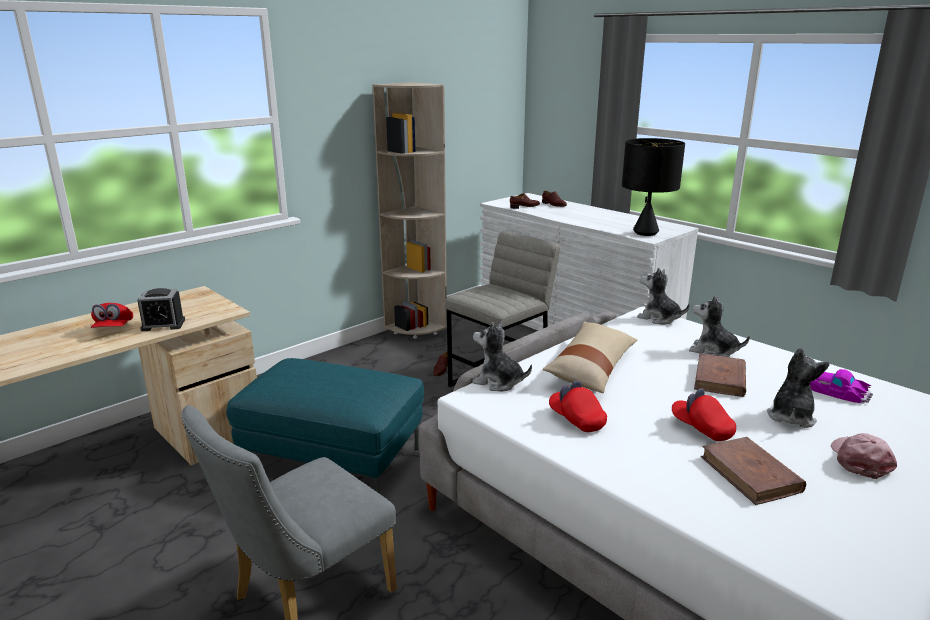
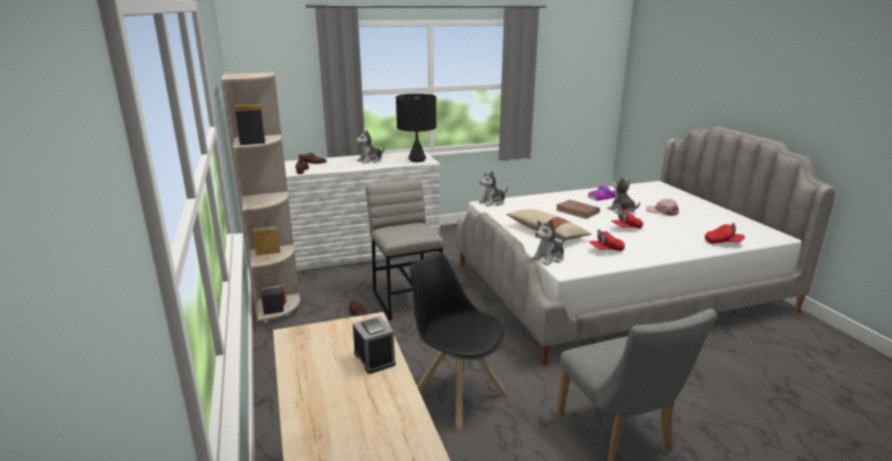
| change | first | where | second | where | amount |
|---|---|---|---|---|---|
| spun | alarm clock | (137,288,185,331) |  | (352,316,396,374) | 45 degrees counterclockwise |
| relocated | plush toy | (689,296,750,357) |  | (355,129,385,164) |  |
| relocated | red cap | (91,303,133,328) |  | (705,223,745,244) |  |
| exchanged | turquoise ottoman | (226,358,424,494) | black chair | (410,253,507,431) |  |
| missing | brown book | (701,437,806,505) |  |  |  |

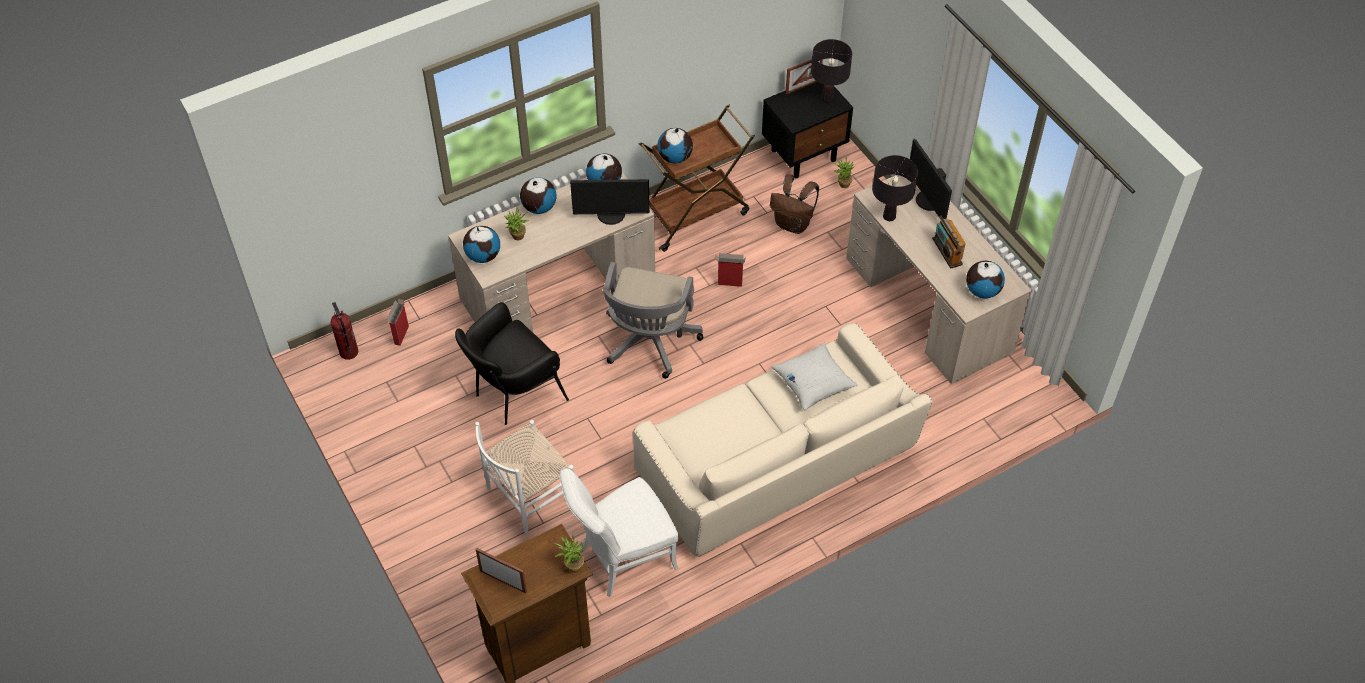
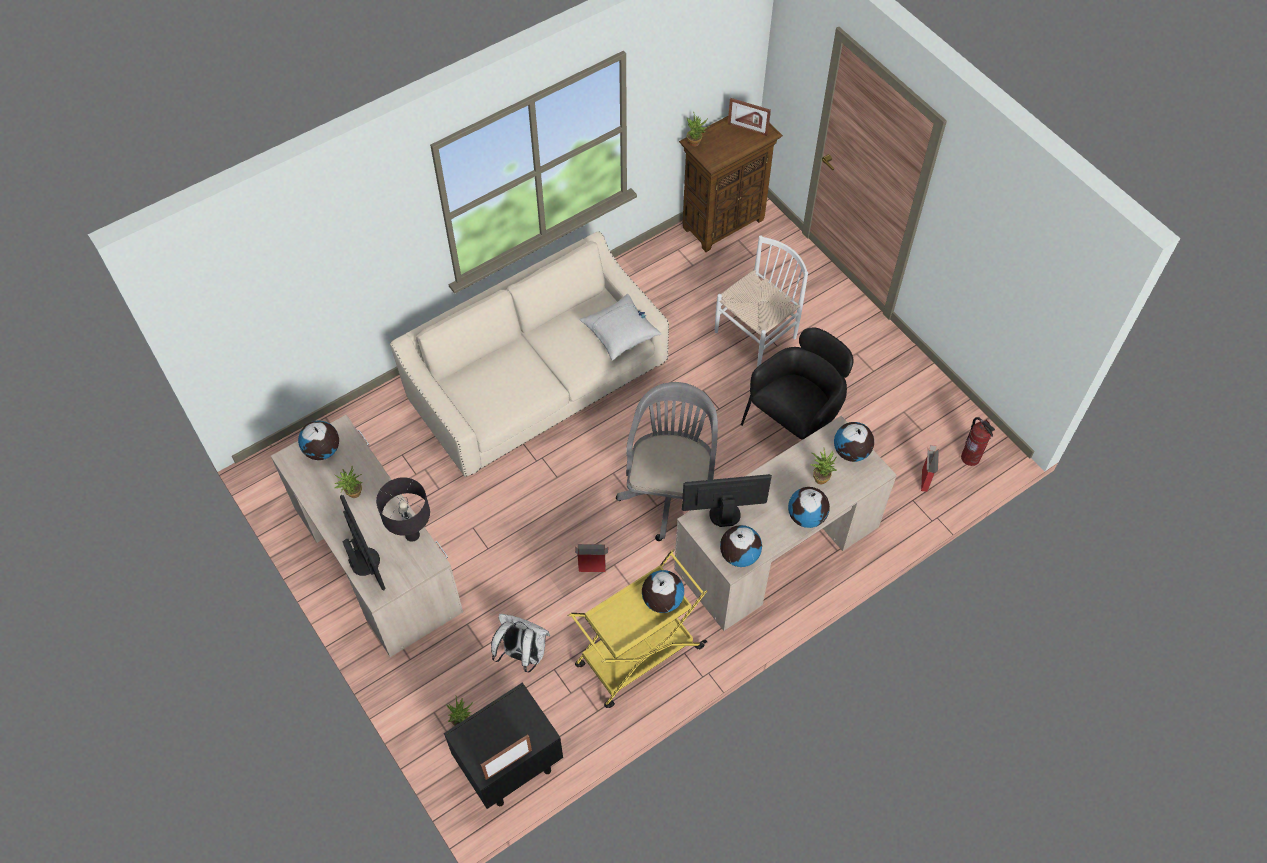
| change | first | where | second | where | amount |
|---|---|---|---|---|---|
| missing | black table lamp | (811,39,852,103) |  |  |  |
| colour | brown cart | (638,105,755,252) | yellow cart | (568,549,707,708) |  |
| colour | brown backpack | (770,174,819,234) | white backpack | (491,614,550,672) |  |
| exchanged | radio | (932,216,966,269) | potted plant | (334,465,363,498) |  |
| relocated | grey pillow | (771,343,858,410) |  | (580,294,661,361) |  |
| missing | white chair | (559,468,678,597) |  |  |  |

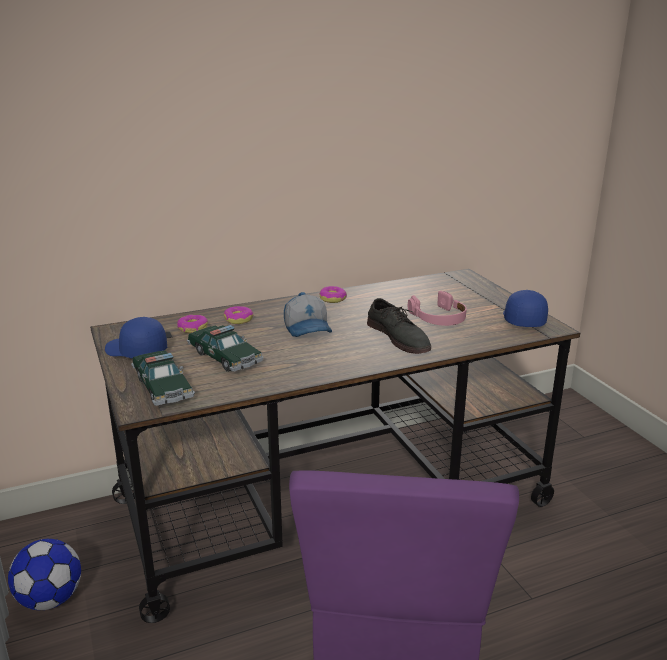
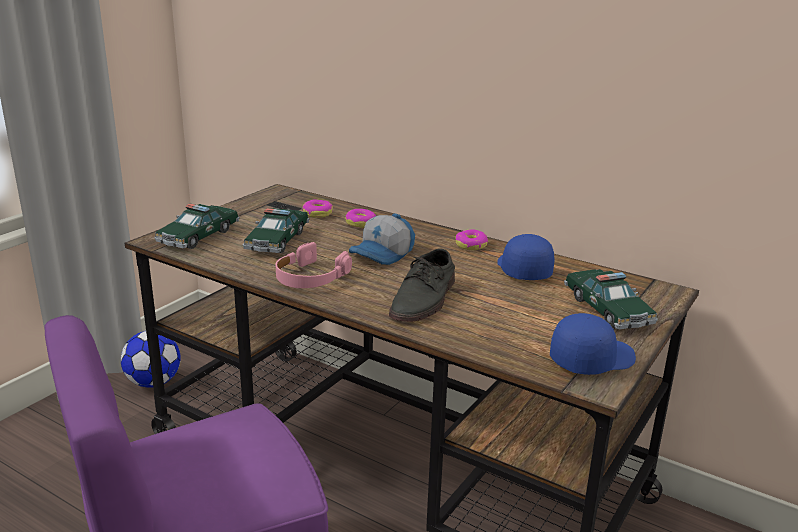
| change | first | where | second | where | amount |
|---|---|---|---|---|---|
| relocated | pink headphones | (408,291,467,326) |  | (276,242,352,288) |  |
| relocated | blue cap | (105,317,167,359) |  | (497,234,554,280) |  |
| appeared |  |  | toy car | (564,269,658,330) |  |

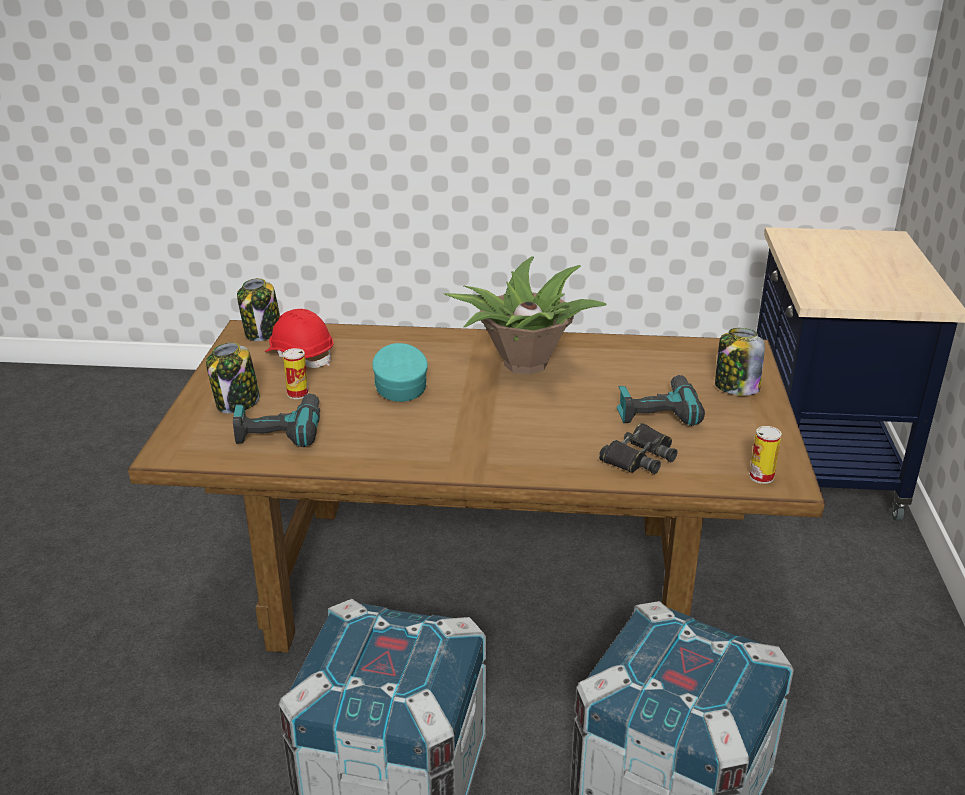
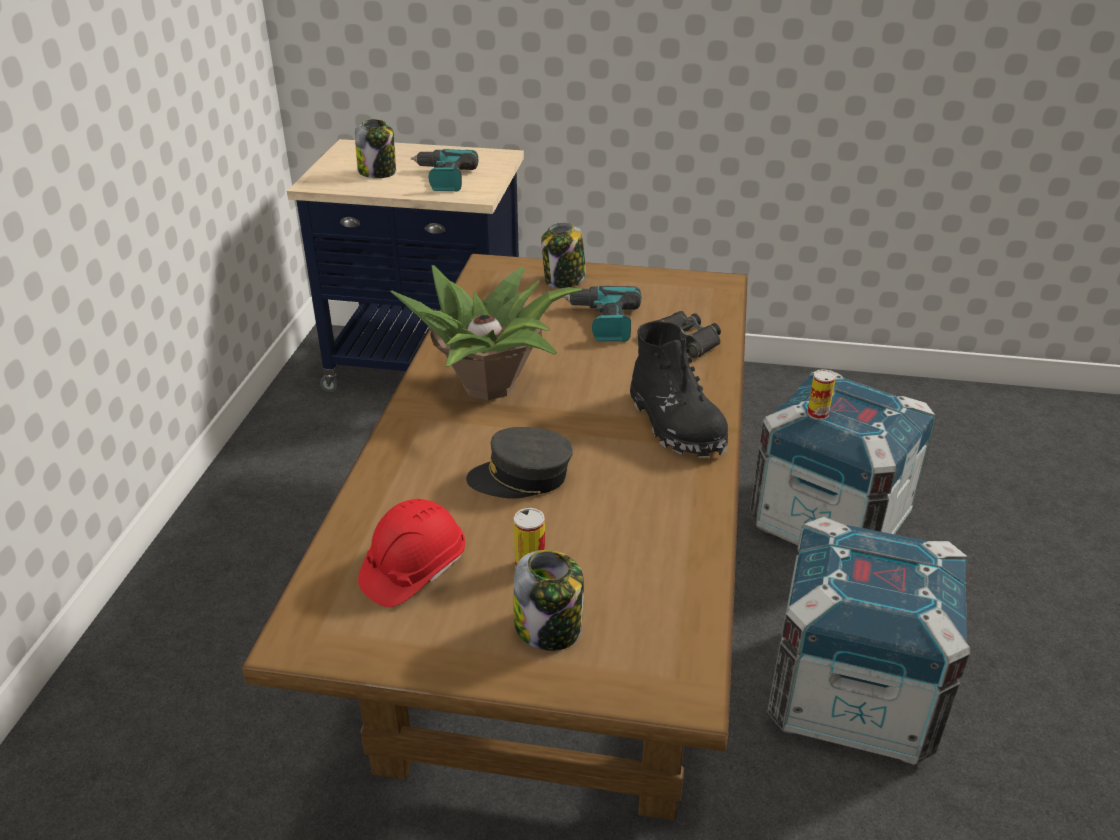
| change | first | where | second | where | amount |
|---|---|---|---|---|---|
| relocated | jar | (237,278,280,341) |  | (355,119,396,178) |  |
| colour | turquoise cap | (372,343,428,402) | grey cap | (466,427,573,499) |  |
| relocated | power drill | (233,394,320,447) |  | (411,149,478,192) |  |
| relocated | can | (749,426,782,484) |  | (807,369,836,420) |  |
| appeared |  |  | black boot | (630,321,728,458) |  |

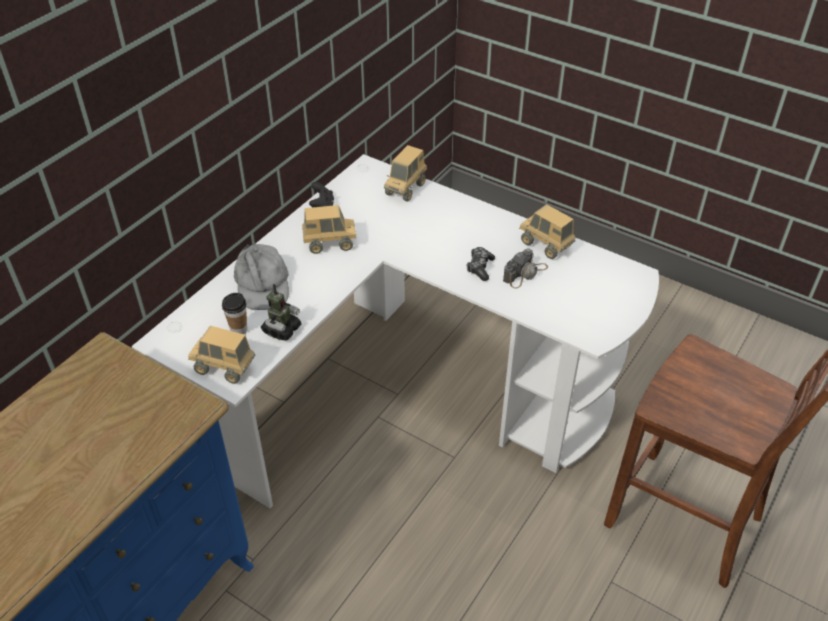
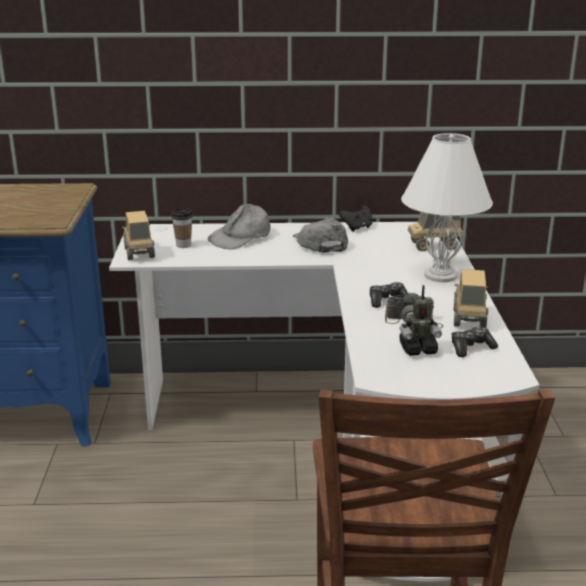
| change | first | where | second | where | amount |
|---|---|---|---|---|---|
| exchanged | toy truck | (302,205,356,254) | grey cap | (293,217,348,253) |  |
| relocated | toy robot | (261,284,301,340) |  | (399,285,442,356) |  |
| appeared |  |  | white table lamp | (401,133,493,282) |  |
| appeared |  |  | game controller | (451,326,498,357) |  |

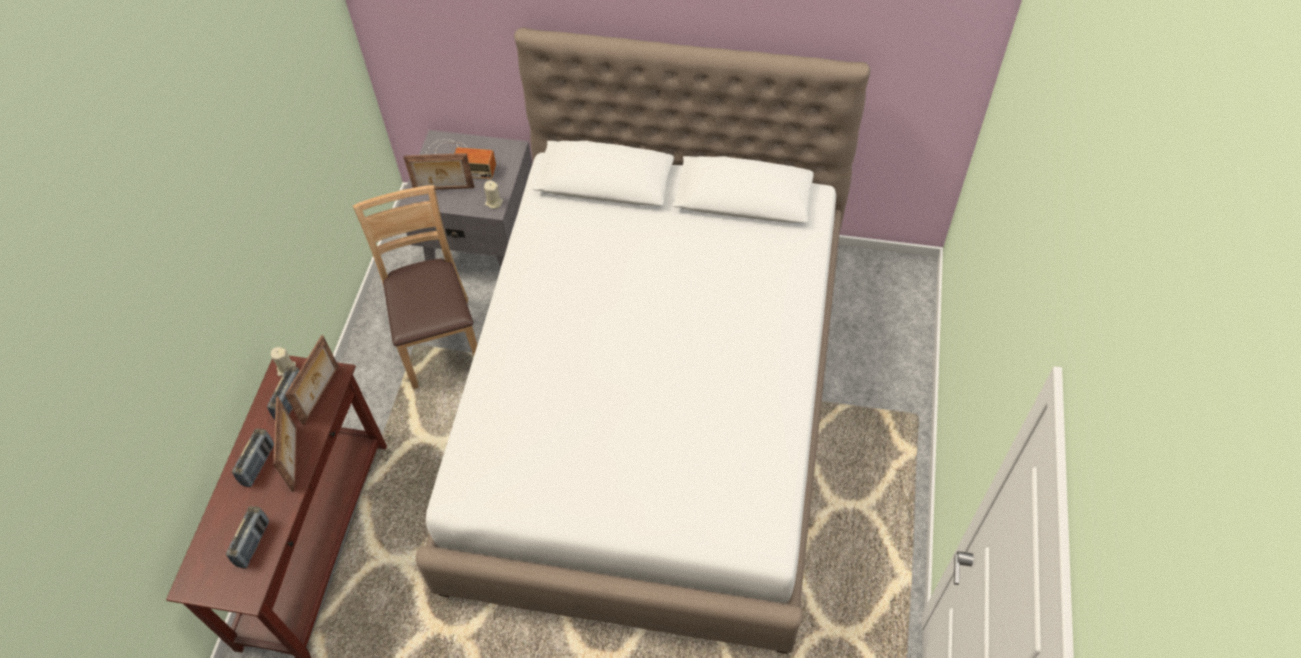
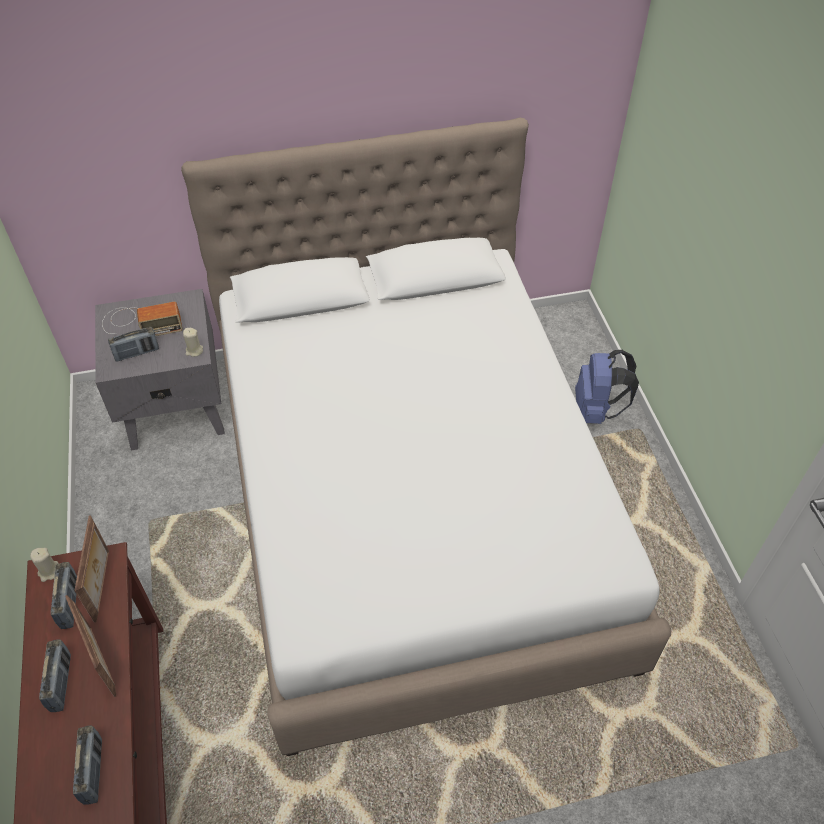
| change | first | where | second | where | amount |
|---|---|---|---|---|---|
| exchanged | picture frame | (403,153,475,190) | radio | (108,327,159,362) |  |
| missing | brown chair | (353,185,478,389) |  |  |  |
| appeared |  |  | blue backpack | (575,350,639,424) |  |

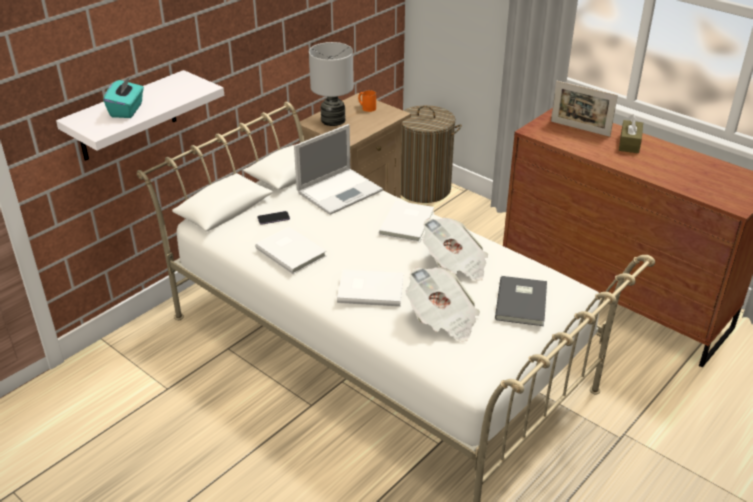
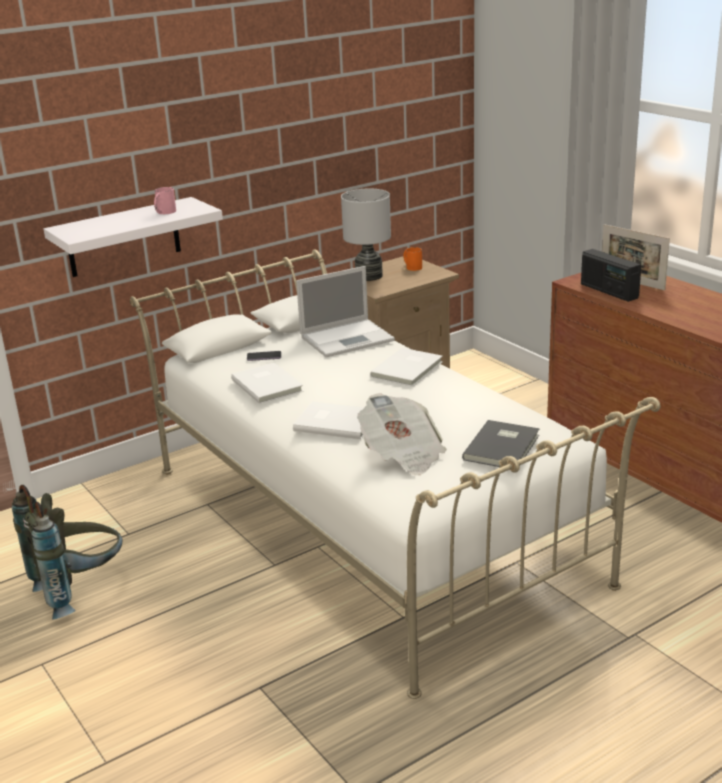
| change | first | where | second | where | amount |
|---|---|---|---|---|---|
| missing | turquoise tissue box | (103,76,144,118) |  |  |  |
| missing | laundry basket | (401,105,462,203) |  |  |  |
| missing | brown tissue box | (619,115,643,153) |  |  |  |
| missing | newspaper | (423,218,488,281) |  |  |  |
| appeared |  |  | pink mug | (154,187,176,214) |  |
| appeared |  |  | radio | (581,249,641,302) |  |
| appeared |  |  | grey backpack | (12,485,122,619) |  |

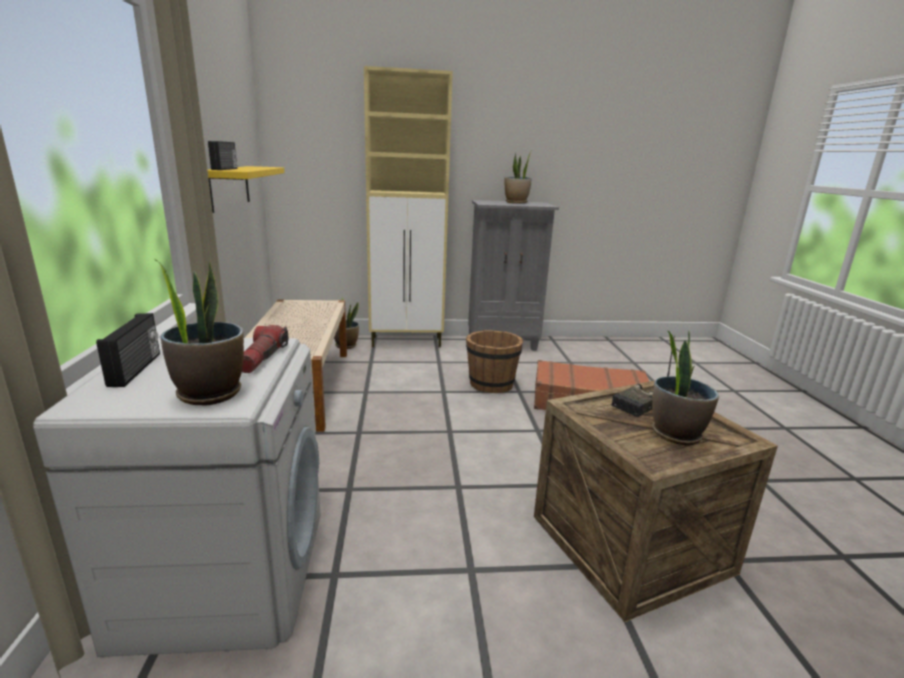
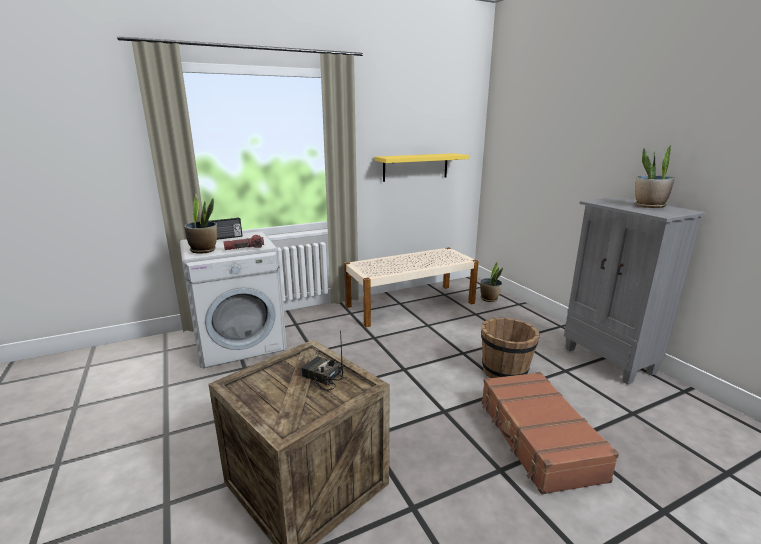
| change | first | where | second | where | amount |
|---|---|---|---|---|---|
| missing | beige cabinet | (364,66,453,348) |  |  |  |
| missing | radio | (208,141,237,170) |  |  |  |
| missing | potted plant | (652,330,719,446) |  |  |  |

